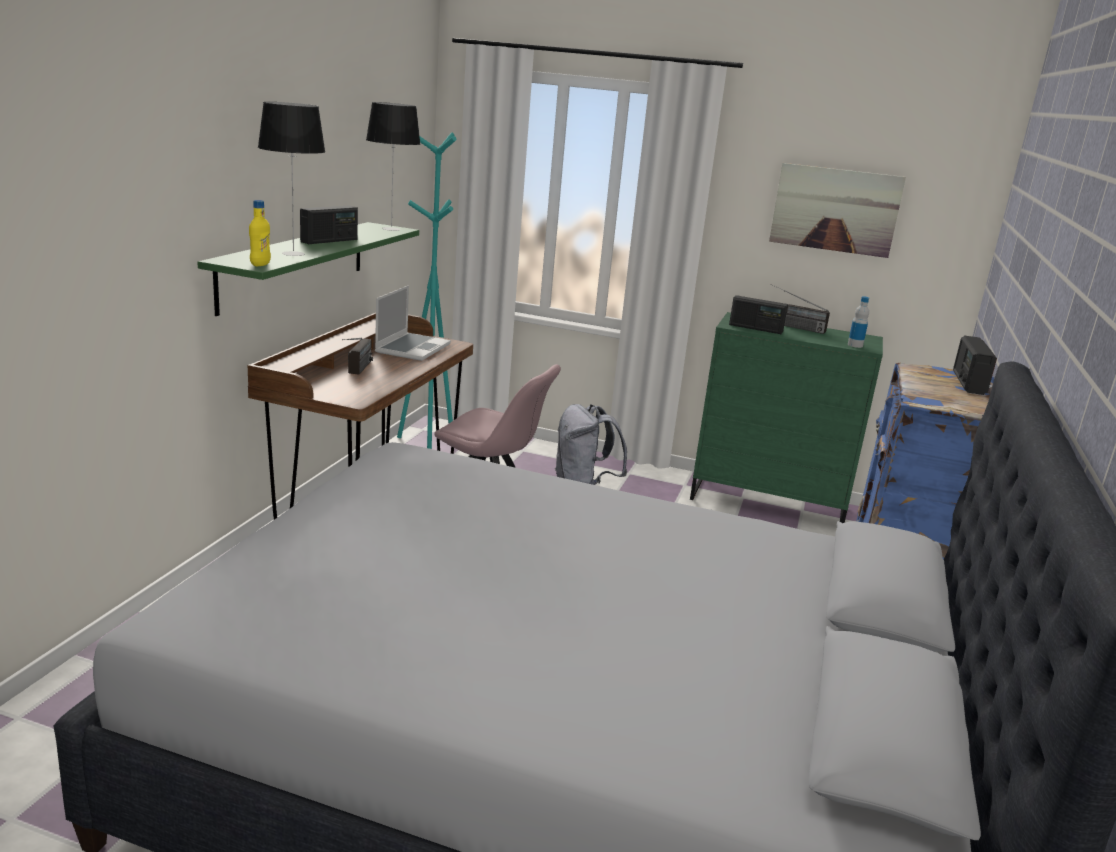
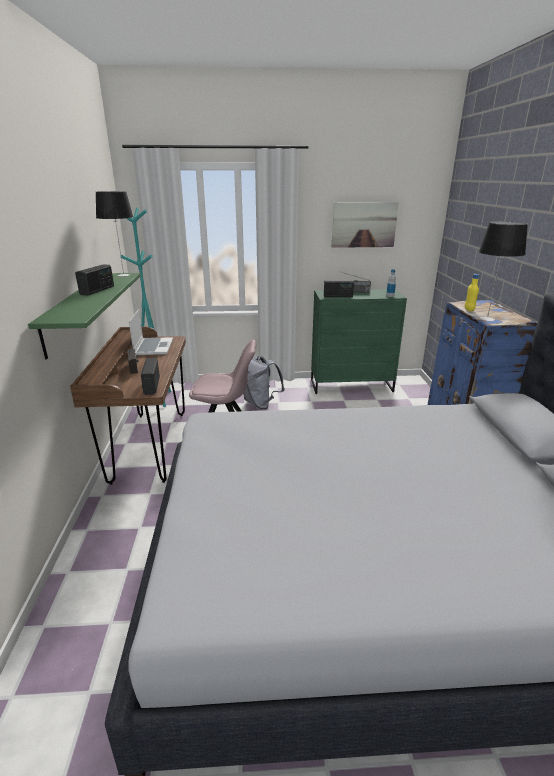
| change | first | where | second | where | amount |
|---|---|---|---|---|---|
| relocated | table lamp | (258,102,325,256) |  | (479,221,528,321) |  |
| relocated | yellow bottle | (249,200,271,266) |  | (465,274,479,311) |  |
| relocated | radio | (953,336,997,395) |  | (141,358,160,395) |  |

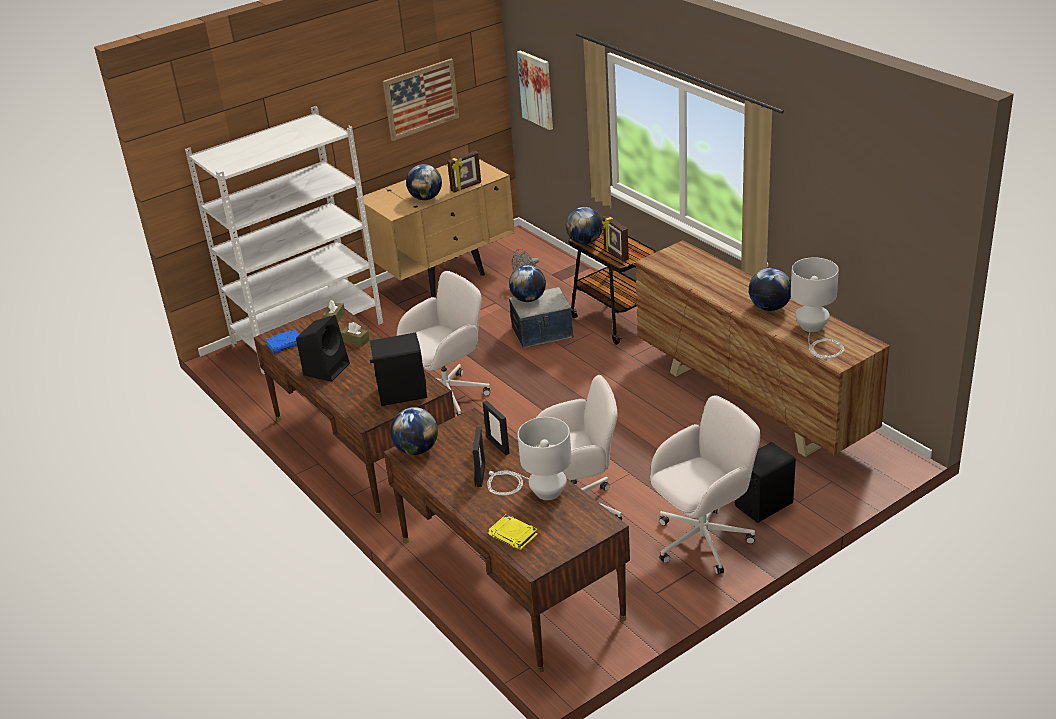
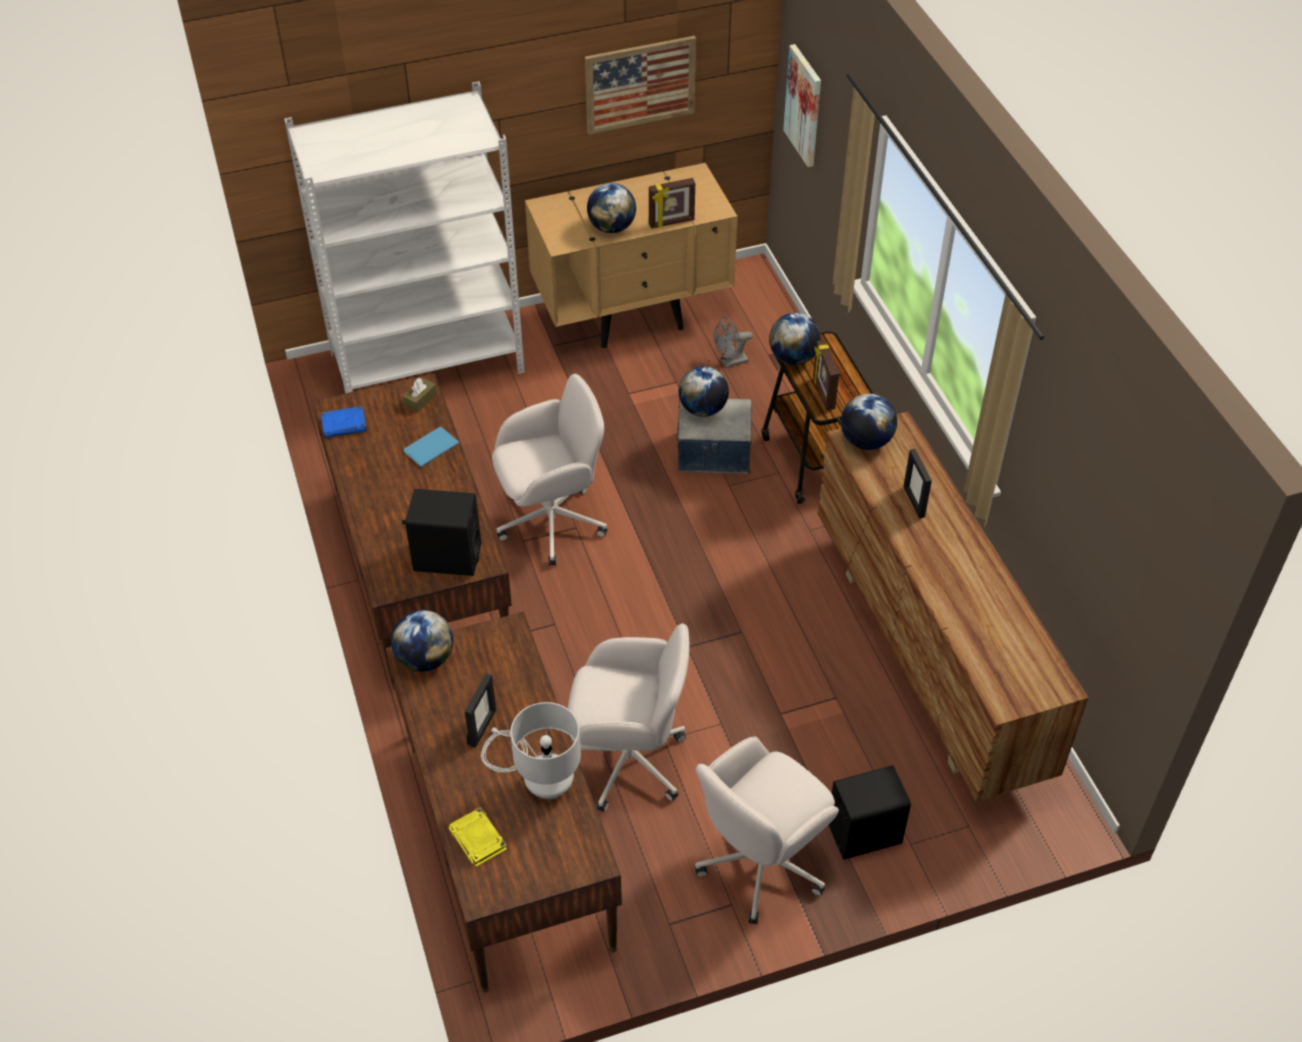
| change | first | where | second | where | amount |
|---|---|---|---|---|---|
| missing | grey table lamp | (791,257,844,359) |  |  |  |
| relocated | globe | (749,268,791,311) |  | (841,394,897,450) |  |
| missing | black speaker | (296,315,350,382) |  |  |  |
| exchanged | brown tissue box | (341,322,370,347) | blue book | (404,427,459,467) |  |
| spun | white office chair | (650,396,760,574) |  | (695,737,839,924) | 150 degrees clockwise |
| relocated | picture frame | (482,400,510,456) |  | (903,449,932,519) |  |

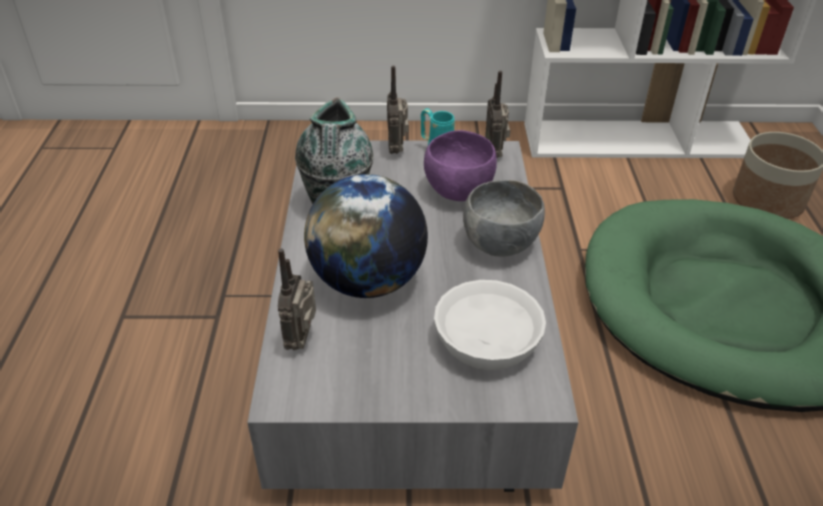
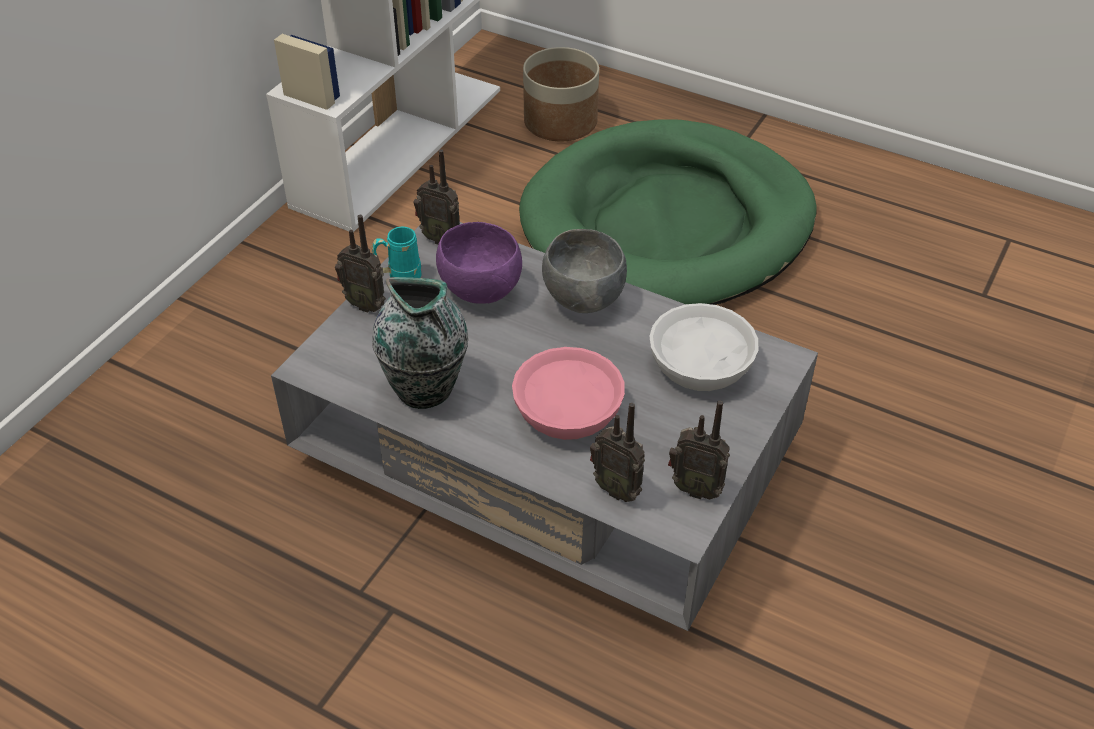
| change | first | where | second | where | amount |
|---|---|---|---|---|---|
| exchanged | globe | (304,174,428,298) | pink bowl | (512,347,625,440) |  |
| appeared |  |  | radio | (668,401,730,500) |  |

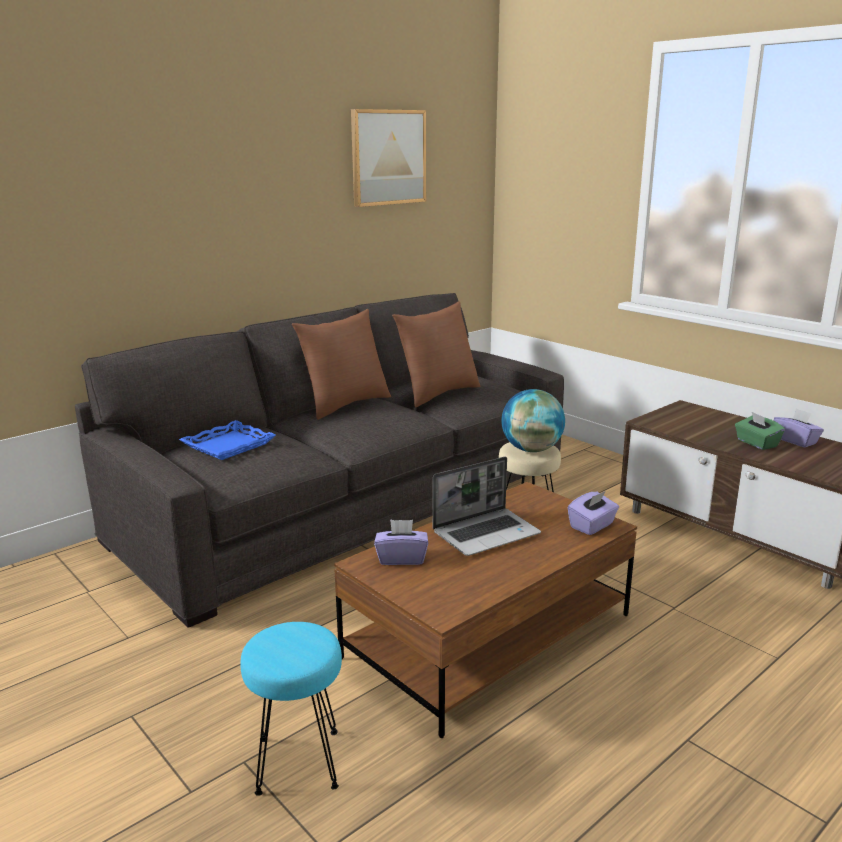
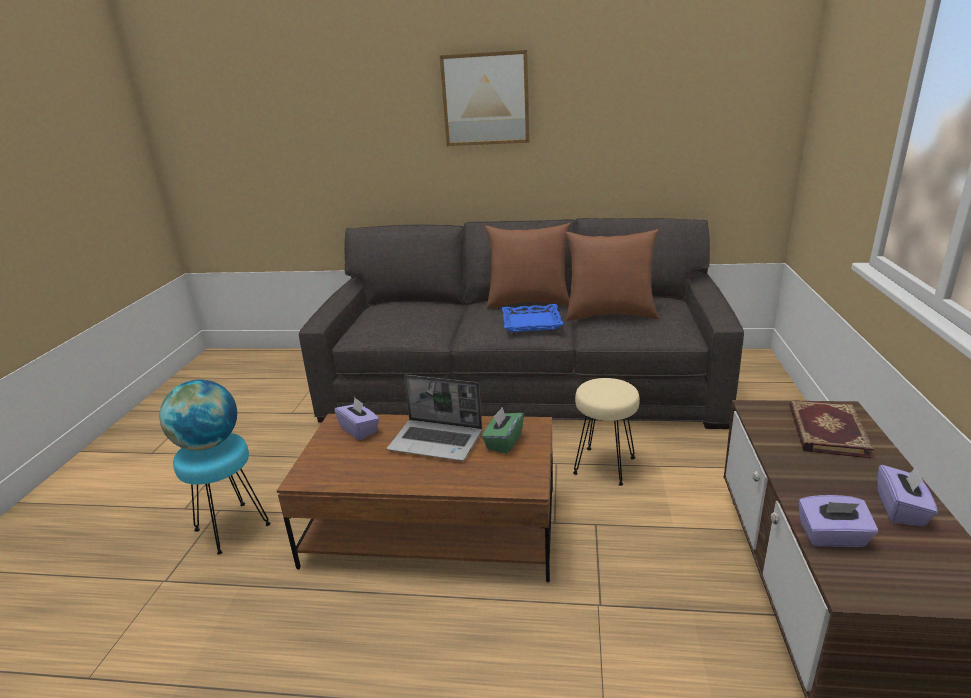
| change | first | where | second | where | amount |
|---|---|---|---|---|---|
| relocated | picture | (351,109,426,207) |  | (440,50,530,146) |  |
| relocated | globe | (501,389,565,452) |  | (159,379,237,450) |  |
| relocated | green tissue box | (735,412,785,450) |  | (482,407,524,453) |  |
| relocated | blue tray | (179,420,276,460) |  | (502,304,563,332) |  |
| relocated | purple tissue box | (568,491,619,535) |  | (798,495,878,547) |  |
| appeared |  |  | book | (789,400,874,459) |  |

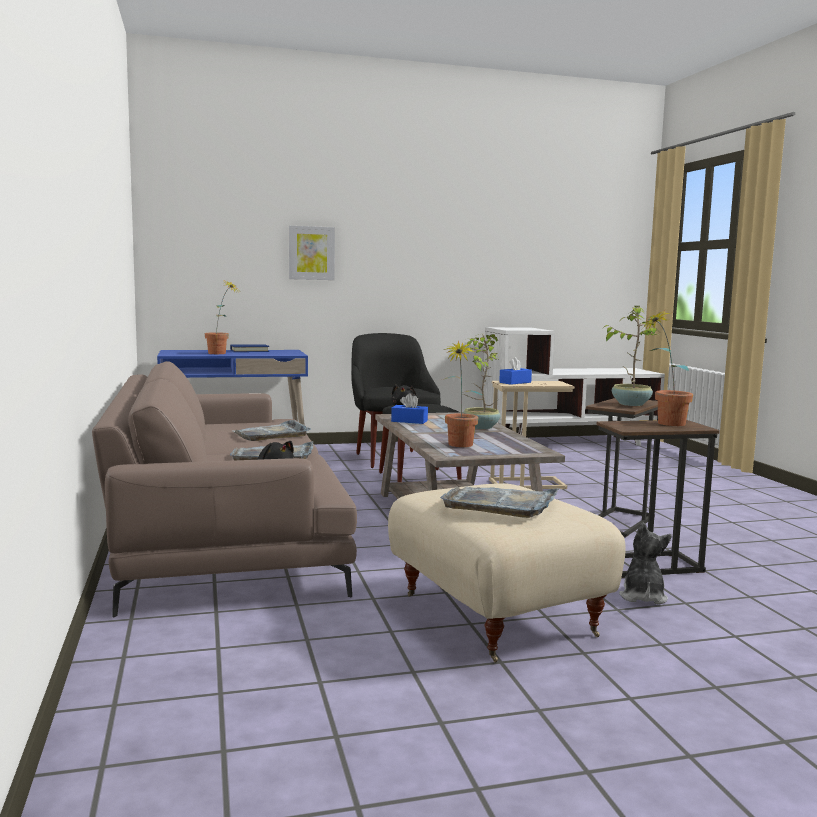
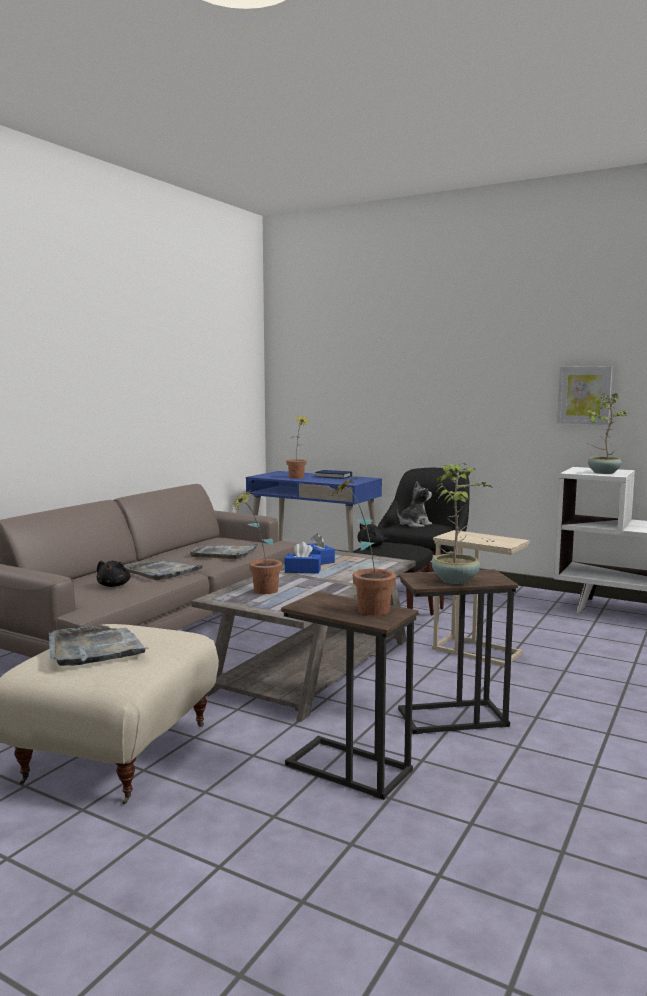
| change | first | where | second | where | amount |
|---|---|---|---|---|---|
| relocated | picture | (289,226,335,280) |  | (557,366,612,425) |  |
| relocated | potted plant | (463,334,501,429) |  | (587,393,629,474) |  |
| relocated | blue tissue box | (499,357,532,385) |  | (284,542,321,574) |  |
| relocated | plush toy | (619,523,672,605) |  | (397,481,432,527) |  |

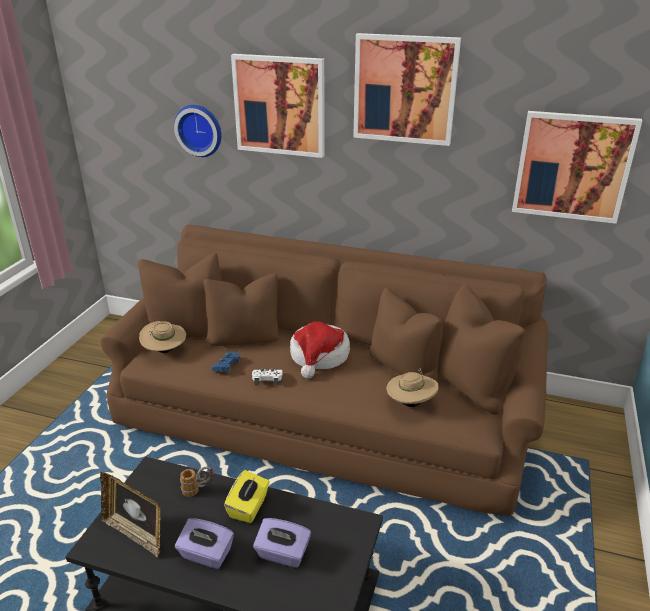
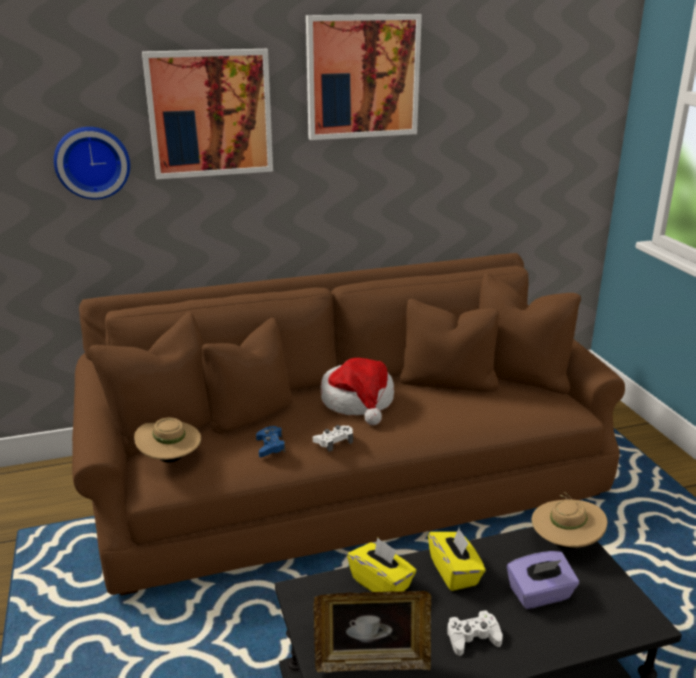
| change | first | where | second | where | amount |
|---|---|---|---|---|---|
| missing | picture | (512,111,642,224) |  |  |  |
| relocated | beige hat | (386,368,439,407) |  | (531,492,607,550) |  |
| exchanged | mug | (180,467,213,497) | yellow tissue box | (347,537,416,592) |  |
| exchanged | purple tissue box | (175,518,234,569) | white game controller | (447,610,503,656) |  |

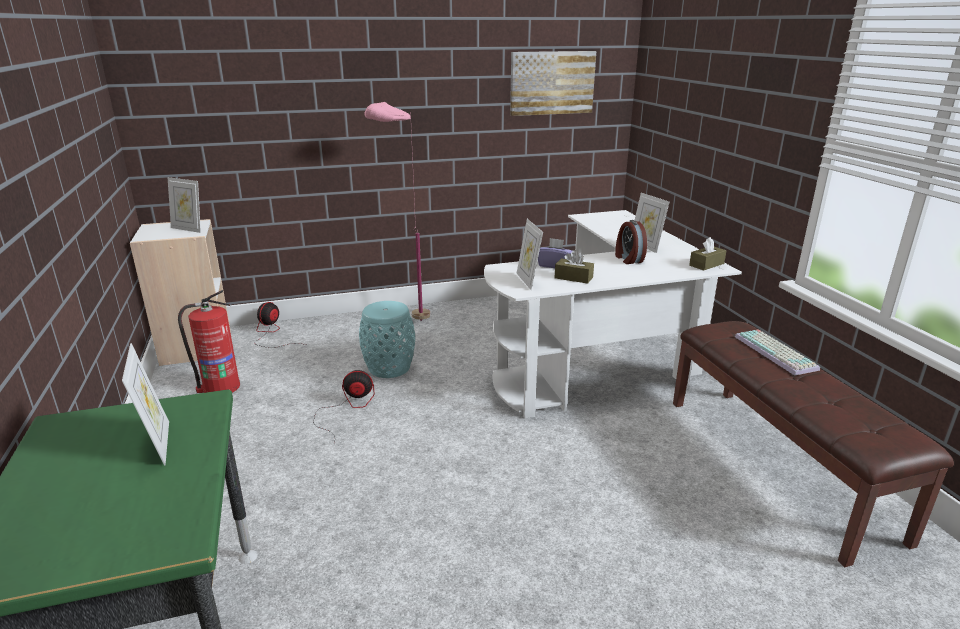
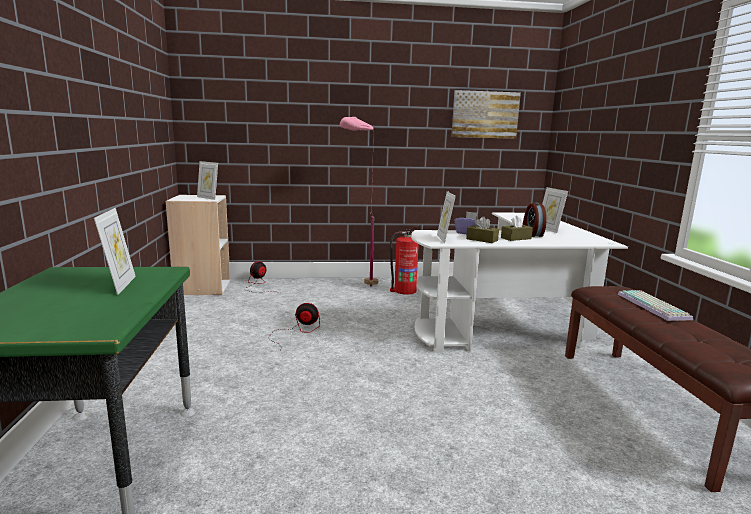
| change | first | where | second | where | amount |
|---|---|---|---|---|---|
| relocated | brown tissue box | (689,237,726,271) |  | (501,215,533,241) |  |
| relocated | fire extinguisher | (178,290,240,393) |  | (390,225,419,295) |  |
| missing | turquoise stool | (359,301,415,378) |  |  |  |

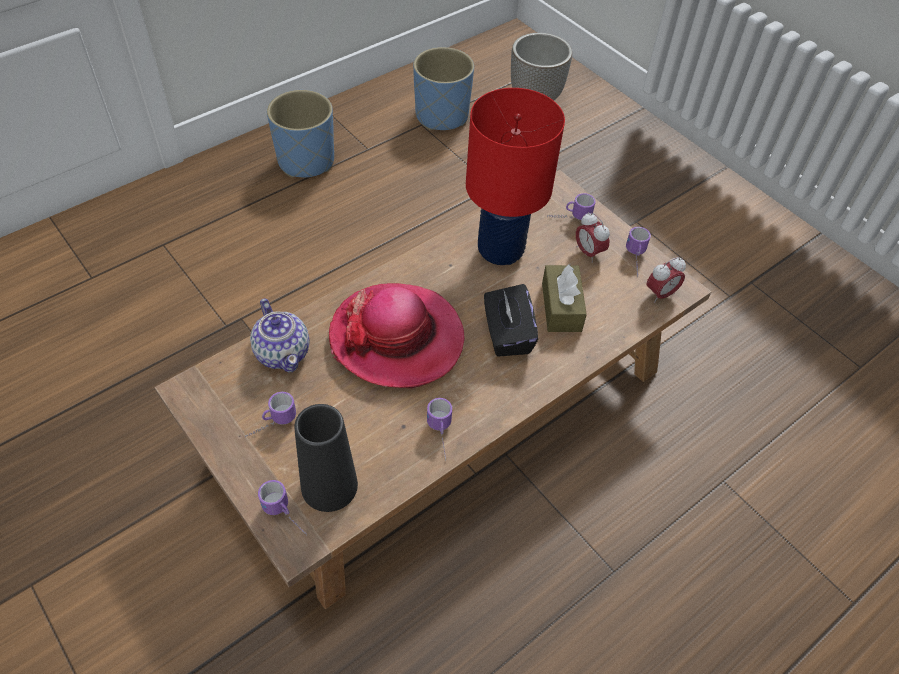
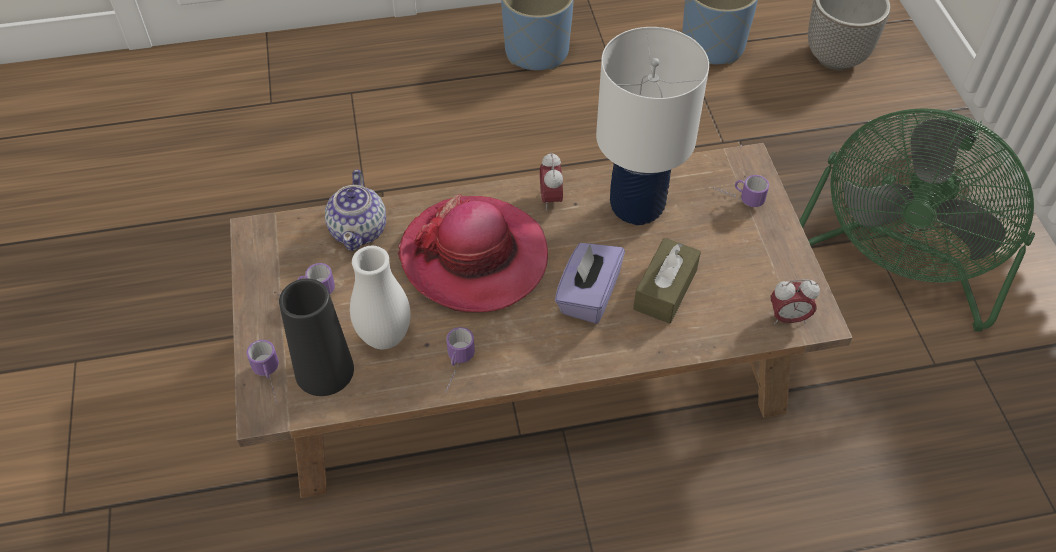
| change | first | where | second | where | amount |
|---|---|---|---|---|---|
| colour | red table lamp | (466,88,565,265) | white table lamp | (596,27,709,225) |  |
| relocated | alarm clock | (576,212,610,263) |  | (540,152,563,210) |  |
| missing | mug | (626,227,651,278) |  |  |  |
| colour | black tissue box | (484,284,538,357) | purple tissue box | (555,243,625,324) |  |
| appeared |  |  | green fan | (799,109,1035,331) |  |
| appeared |  |  | white vase | (350,246,411,349) |  |

